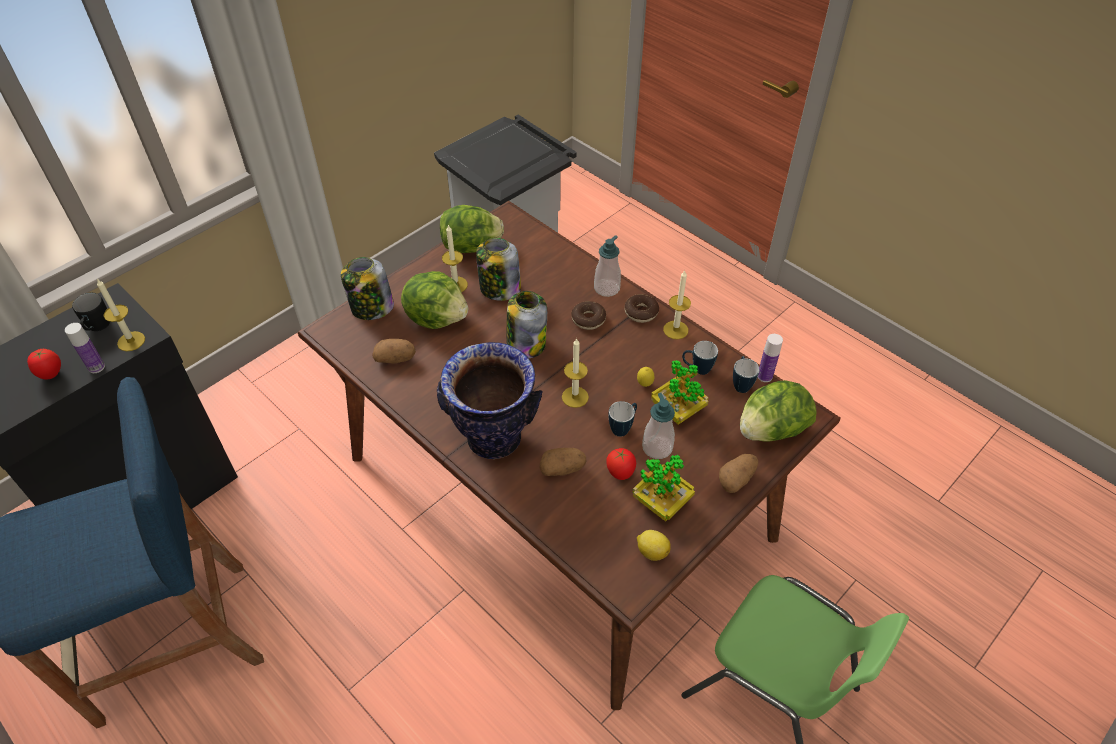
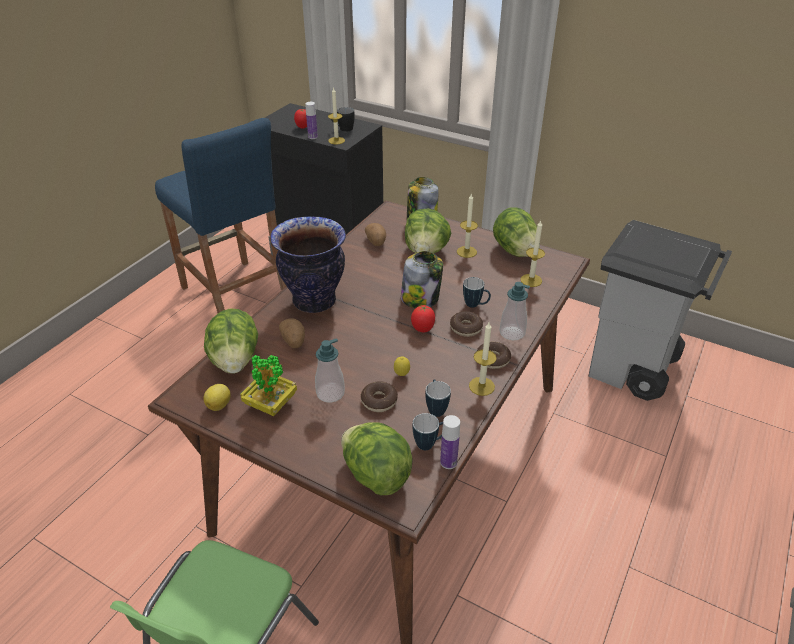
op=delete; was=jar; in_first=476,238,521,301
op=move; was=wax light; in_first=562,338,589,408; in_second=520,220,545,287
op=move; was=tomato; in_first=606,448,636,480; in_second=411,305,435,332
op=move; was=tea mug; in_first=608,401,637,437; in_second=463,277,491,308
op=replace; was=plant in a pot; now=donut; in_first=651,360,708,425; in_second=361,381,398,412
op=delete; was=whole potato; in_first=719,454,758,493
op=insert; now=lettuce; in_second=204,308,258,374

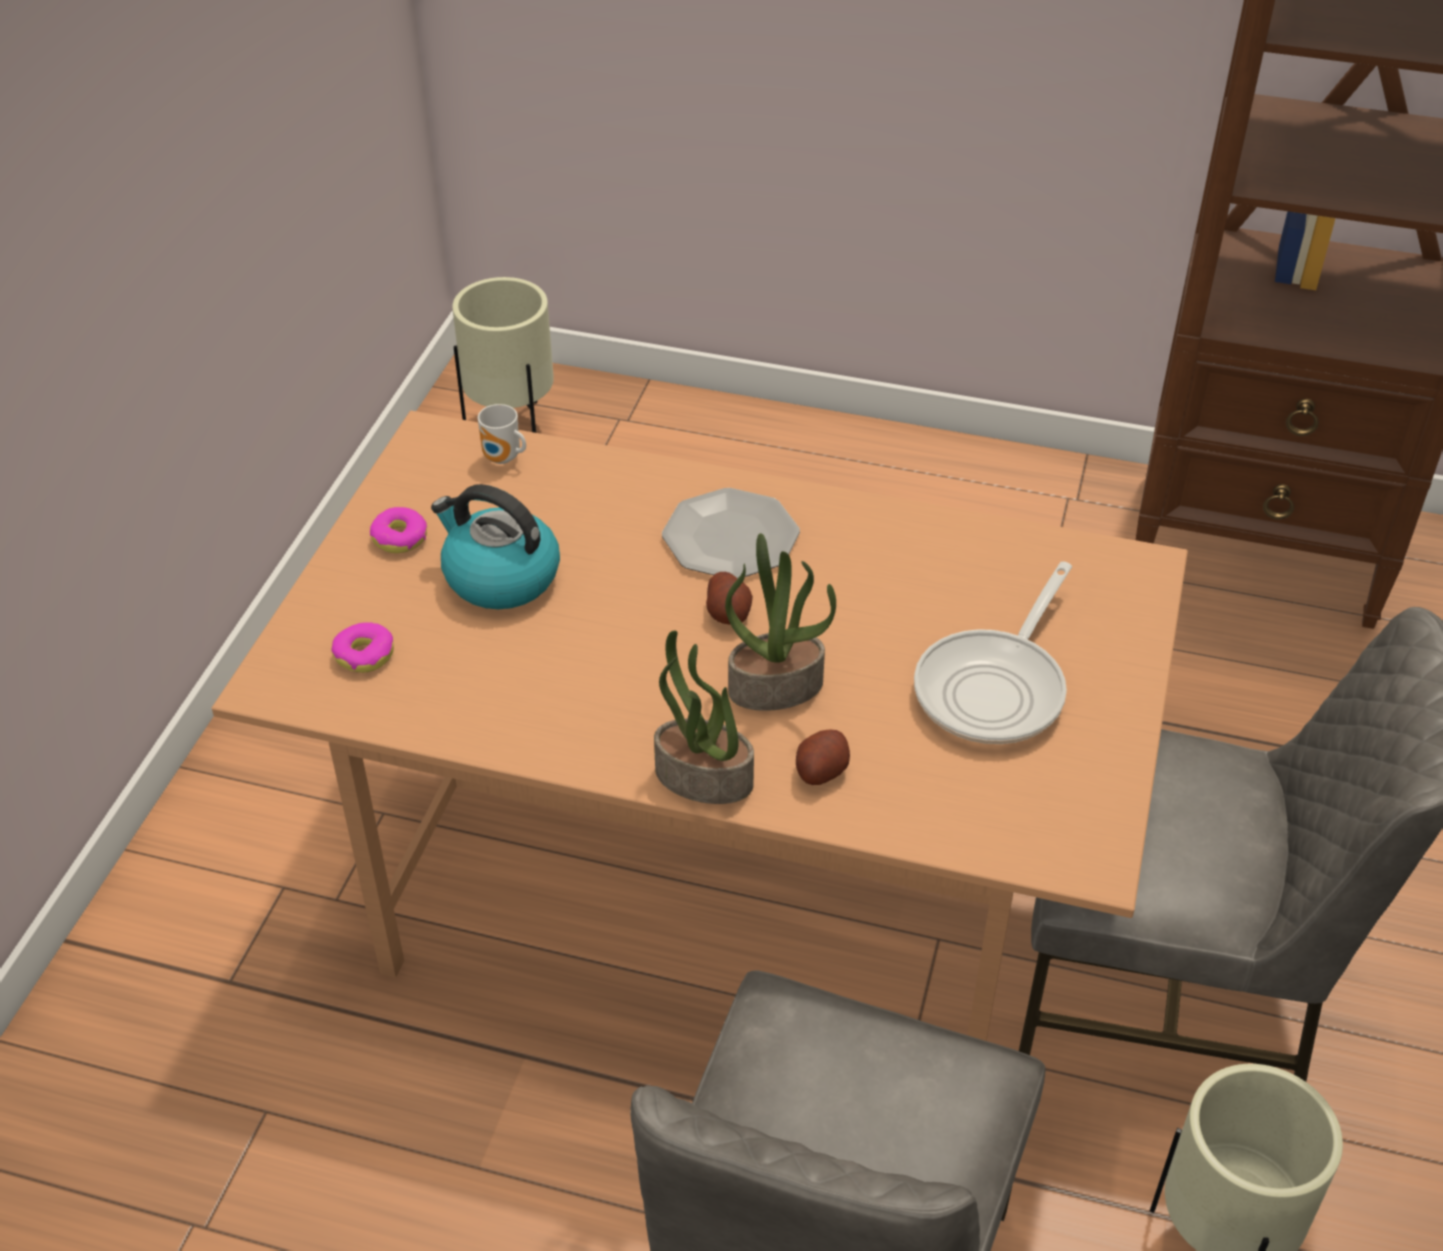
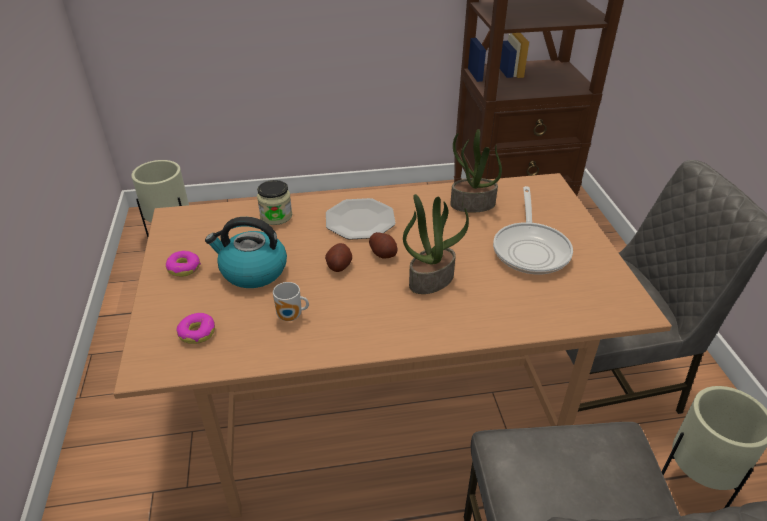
op=move; was=tea mug; in_first=478,404,526,464; in_second=273,282,309,321
op=move; was=plant in a pot; in_first=654,631,754,804; in_second=450,129,502,213
op=move; was=whole potato; in_first=796,729,850,785; in_second=325,243,352,272
op=insert; now=jar; in_second=257,180,292,225

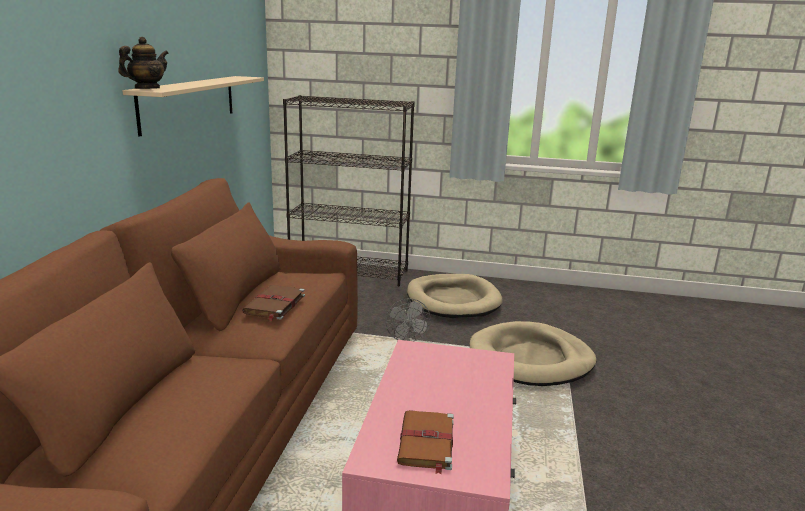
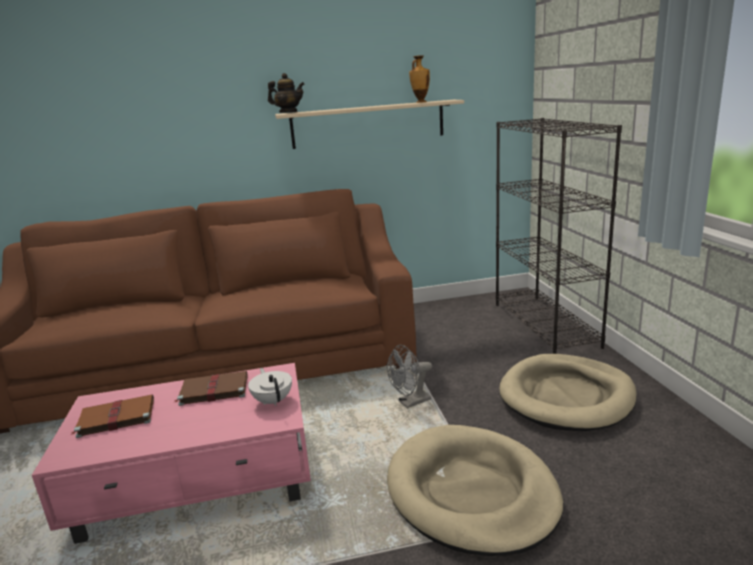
op=move; was=brownish bound book; in_first=242,285,305,321; in_second=173,371,248,406
op=insert; now=white-coloured pot for tea; in_second=248,368,292,406
op=insert; now=vase; in_second=409,55,430,103

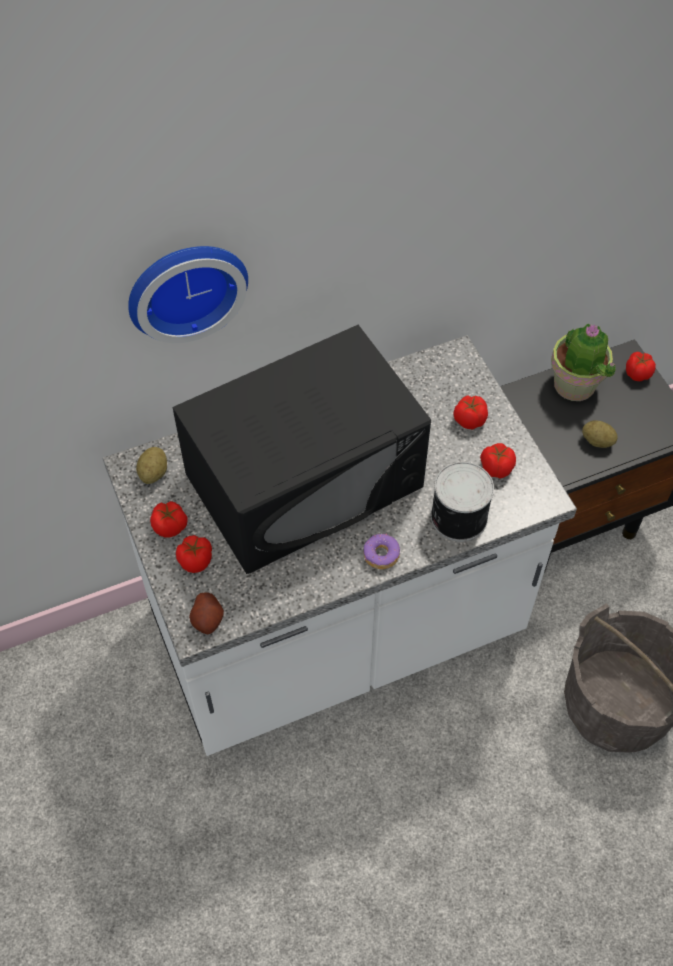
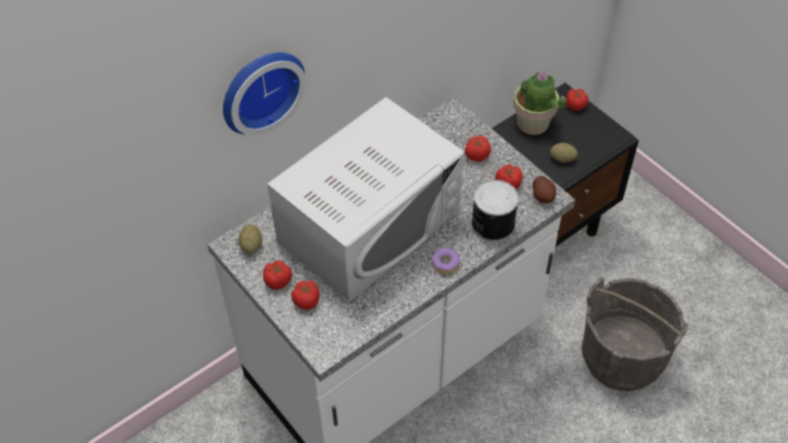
op=recolor; was=black-coloured microwave oven; now=white-coloured microwave oven; in_first=173,325,431,574; in_second=267,97,464,301
op=move; was=whole potato; in_first=189,593,224,635; in_second=533,176,556,203

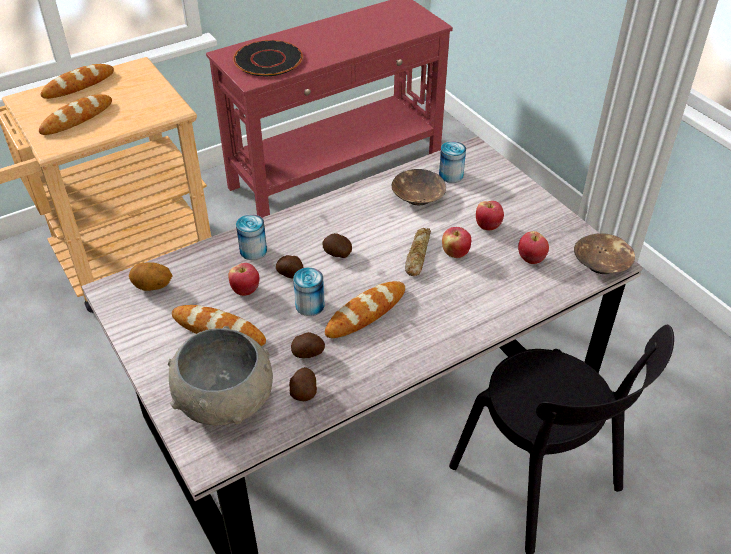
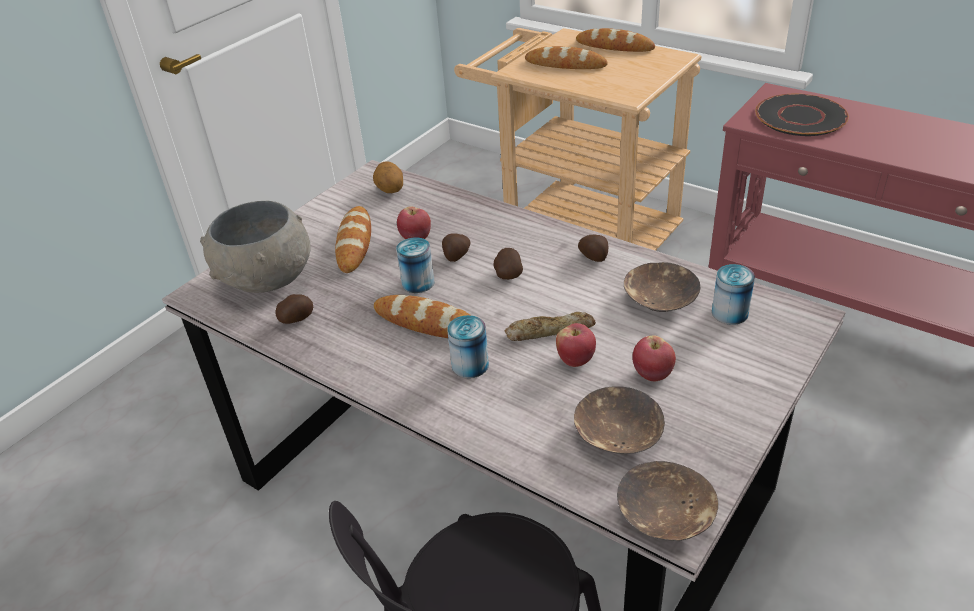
op=move; was=sealed can; in_first=236,214,267,260; in_second=447,315,489,378
op=move; was=whole potato; in_first=291,332,325,358; in_second=578,235,608,262
op=replace; was=whole apple; now=brownish deep dish; in_first=518,231,549,264; in_second=574,386,665,454

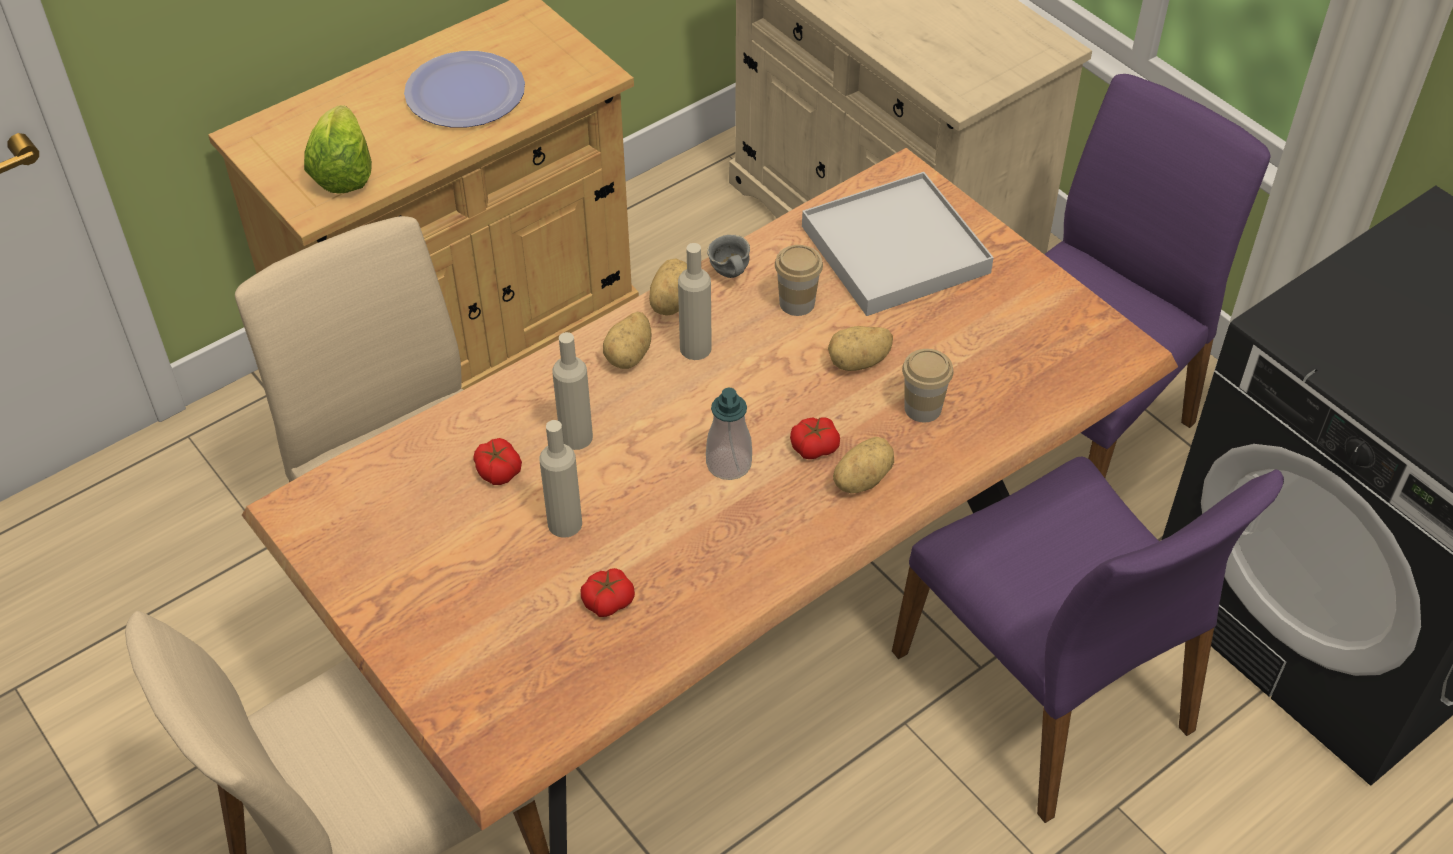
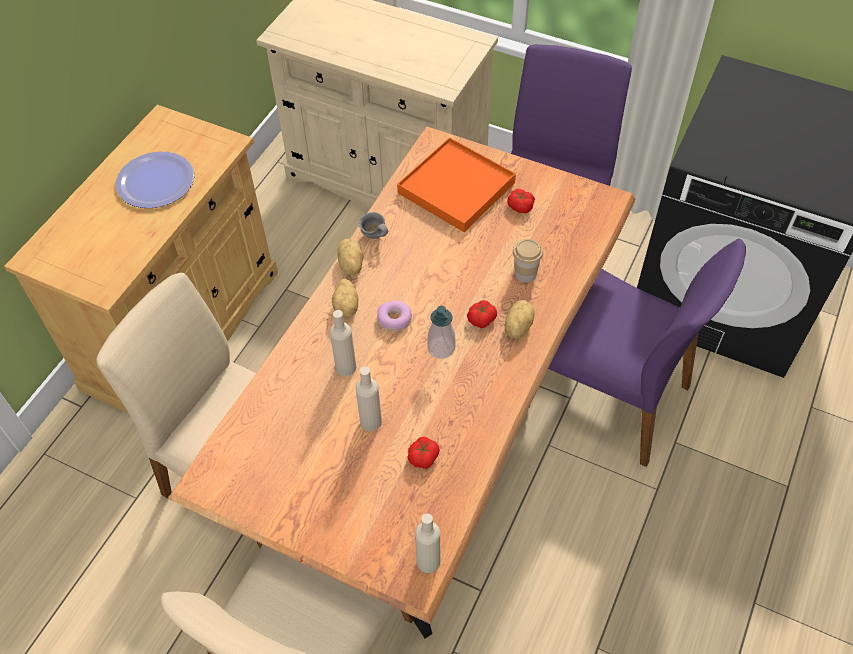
op=delete; was=lettuce; in_first=304,105,372,194
op=move; was=tomato; in_first=473,438,522,485; in_second=507,189,535,213
op=move; was=beige bottle; in_first=678,243,712,360; in_second=415,513,440,573
op=delete; was=drinking cup; in_first=775,245,823,316
op=recolor; was=white-coloured serving tray; now=orange serving tray; in_first=802,172,994,316; in_second=397,137,516,232
op=delete; was=whole potato; in_first=828,326,893,371
op=insert; now=donut; in_second=377,301,412,332

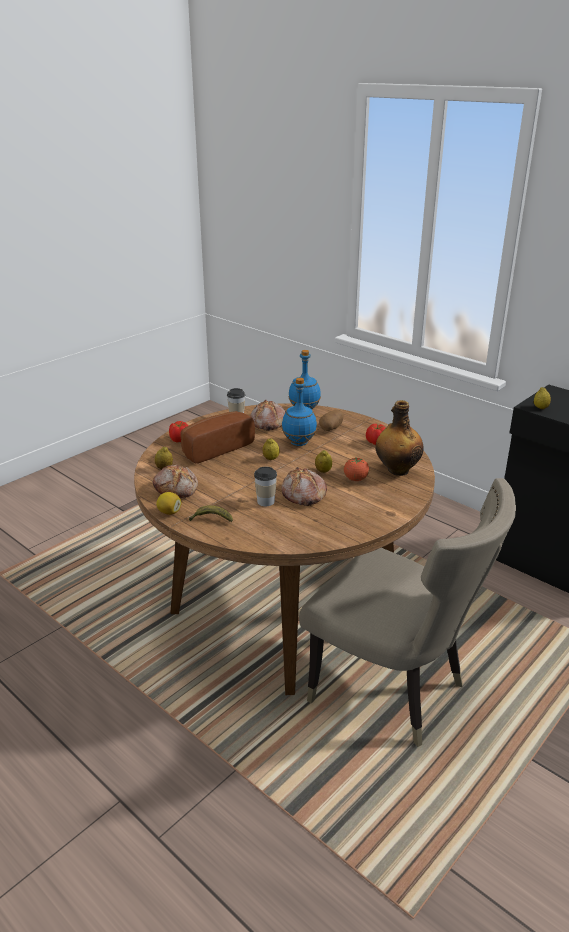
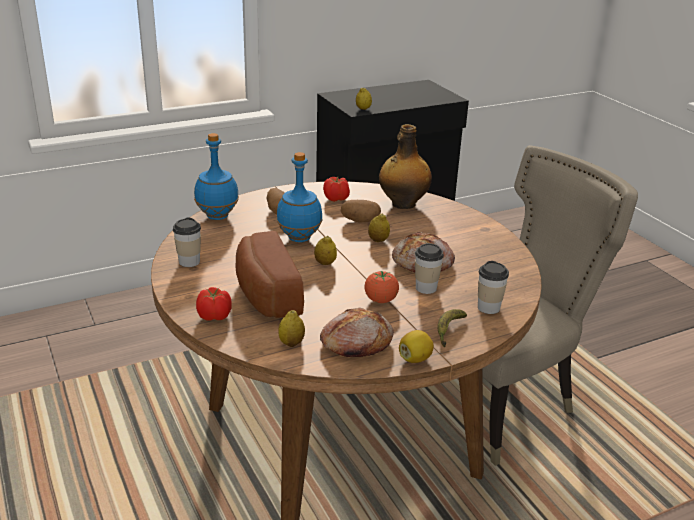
op=delete; was=bakery bread; in_first=250,400,286,431
op=move; was=tomato; in_first=344,458,369,481; in_second=364,271,399,303
op=insert; now=whole potato; in_second=341,200,381,223
op=insert; now=drinking cup; in_second=478,261,509,314

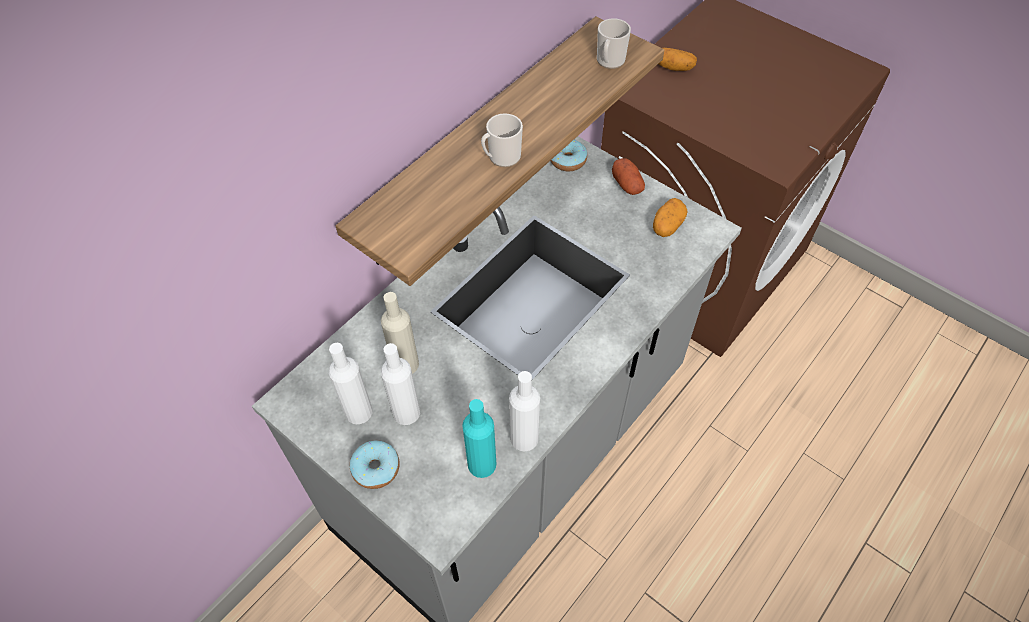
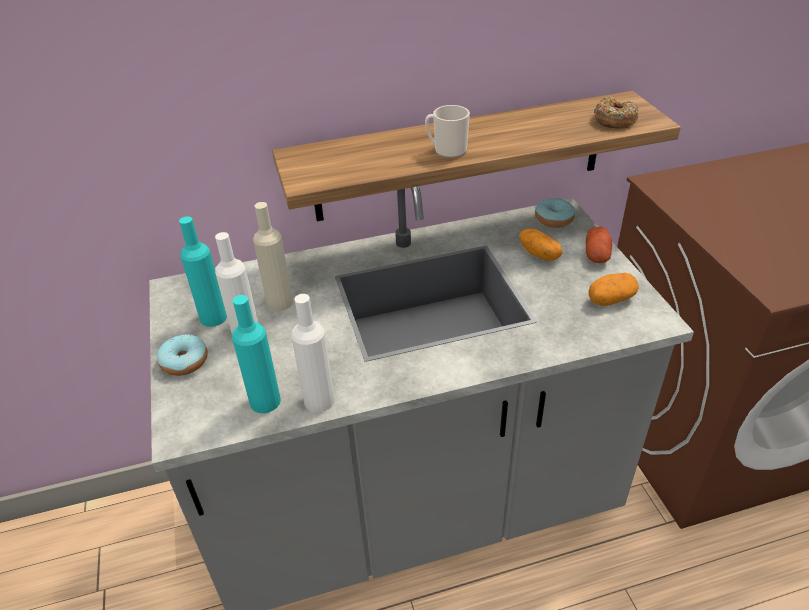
op=recolor; was=white-coloured bottle; now=turquoise bottle; in_first=329,343,373,424; in_second=179,216,227,327
op=replace; was=tea mug; now=donut; in_first=597,19,631,69; in_second=594,97,638,129
op=move; was=whole potato; in_first=659,48,697,71; in_second=519,228,563,261

